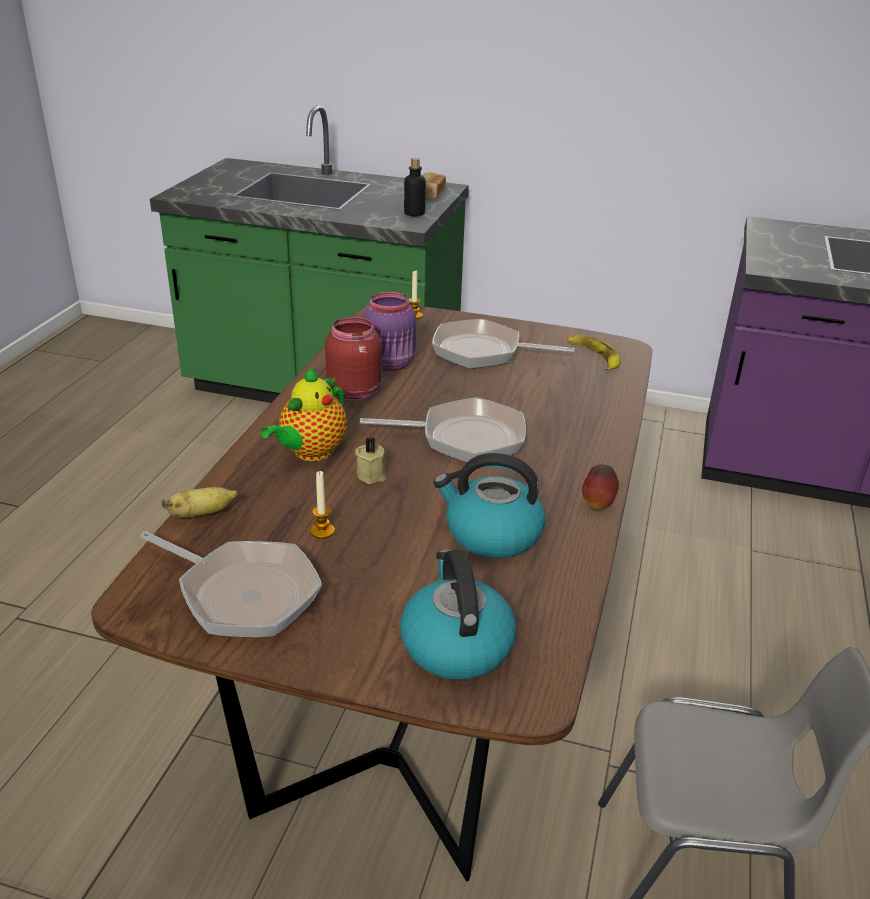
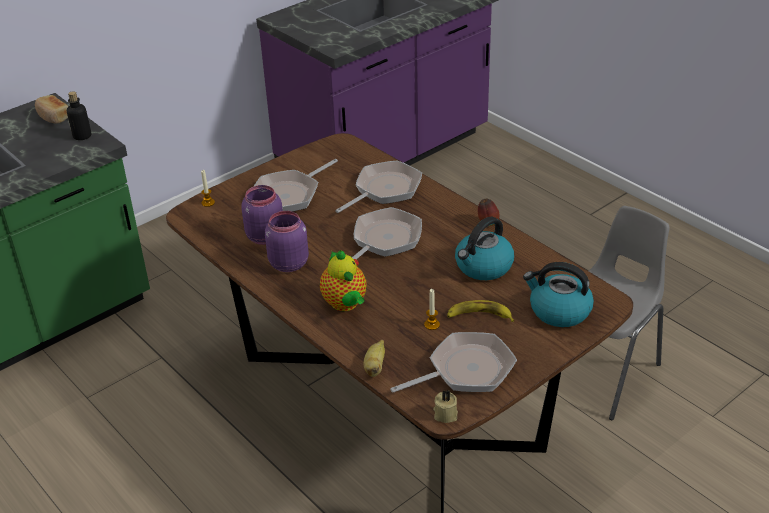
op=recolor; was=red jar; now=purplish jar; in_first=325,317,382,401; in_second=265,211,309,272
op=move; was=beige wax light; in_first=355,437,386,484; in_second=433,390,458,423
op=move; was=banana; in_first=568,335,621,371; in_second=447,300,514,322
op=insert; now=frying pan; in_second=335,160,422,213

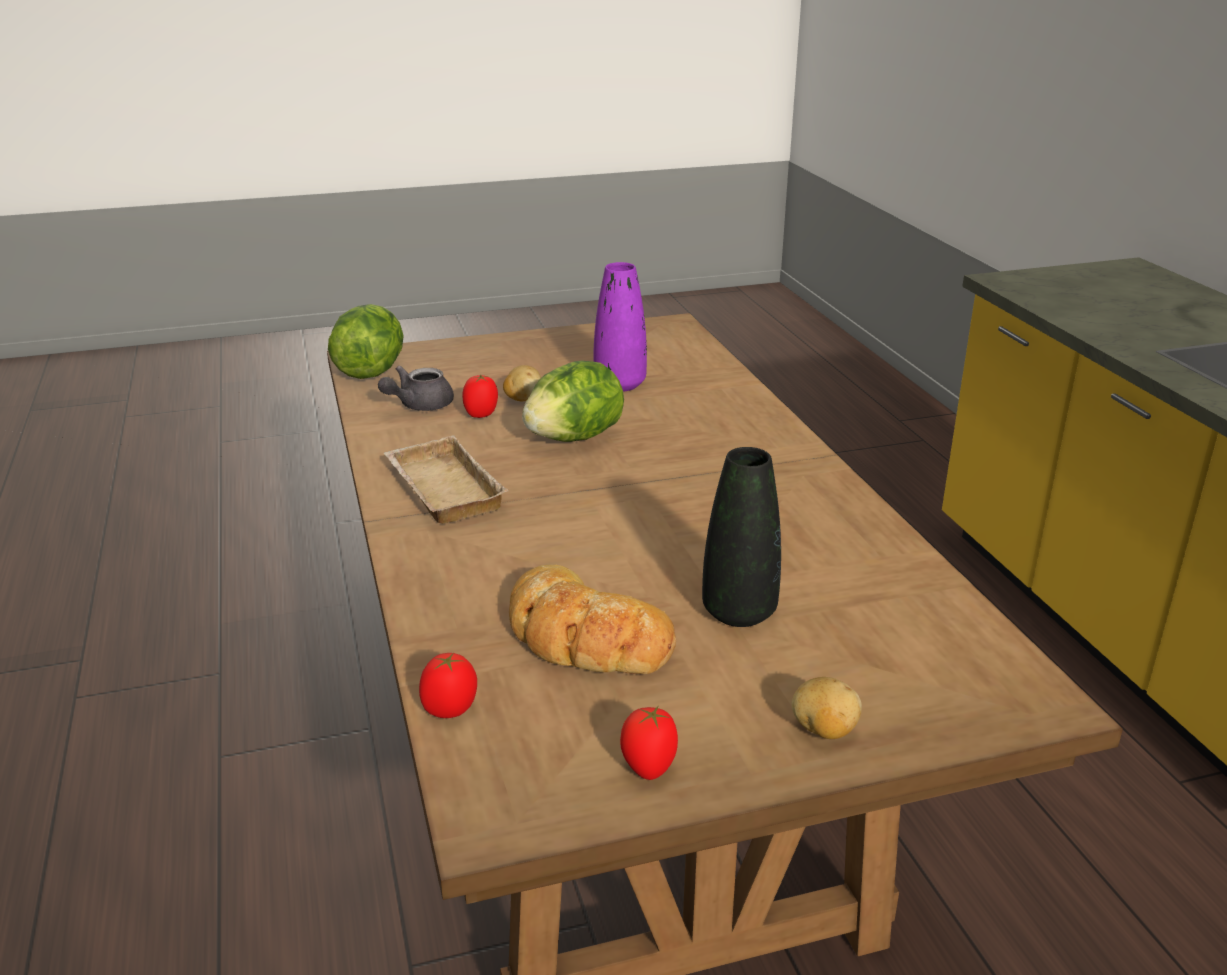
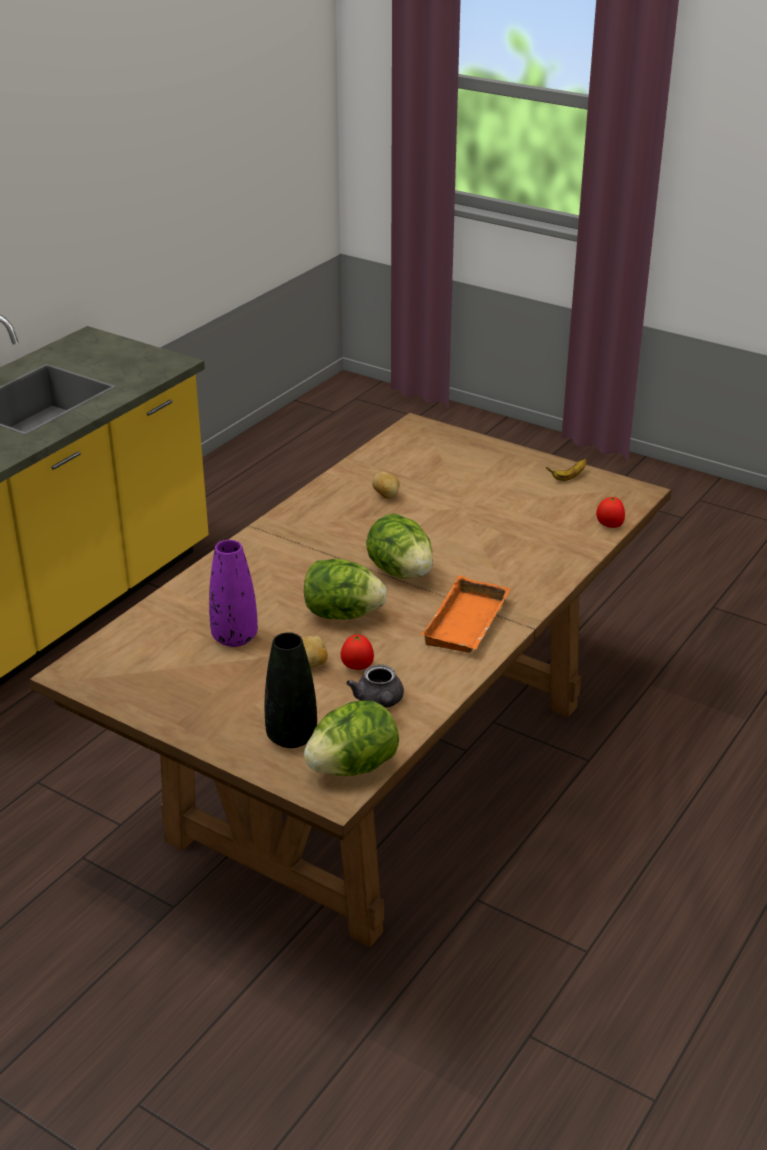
op=rotate; was=grey pot for tea; in_first=378,366,454,411; in_second=346,665,404,708; clockwise=75
op=recolor; was=beige serving tray; now=orange serving tray; in_first=383,435,509,524; in_second=421,575,511,653
op=delete; was=bakery bread; in_first=509,565,676,674
op=replace; was=tomato; now=banana; in_first=620,706,678,780; in_second=546,459,587,481
op=move; was=black-coloured vase; in_first=702,447,781,627; in_second=265,632,317,748
op=move; was=whole potato; in_first=792,677,862,739; in_second=372,472,400,499
op=insert; now=lettuce; in_second=366,513,433,578

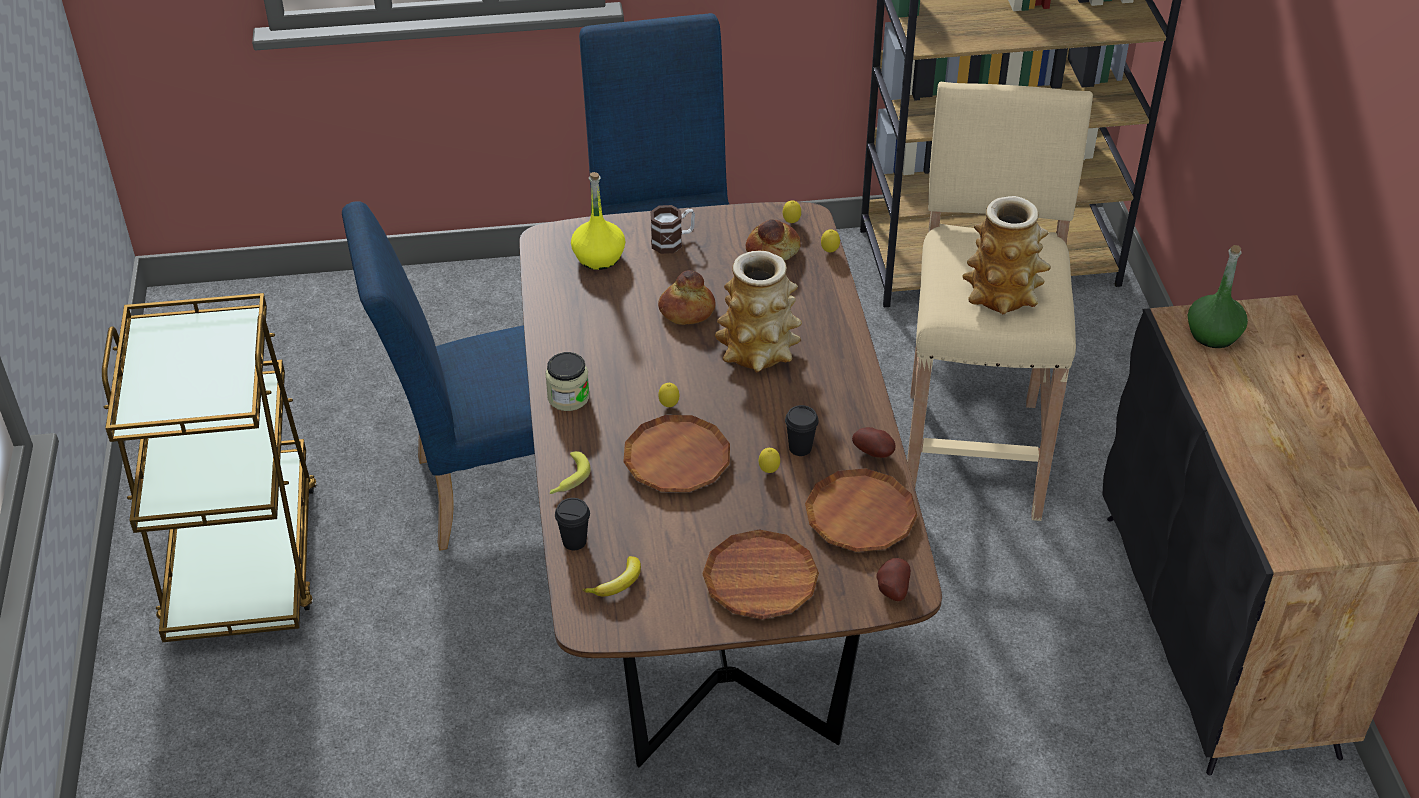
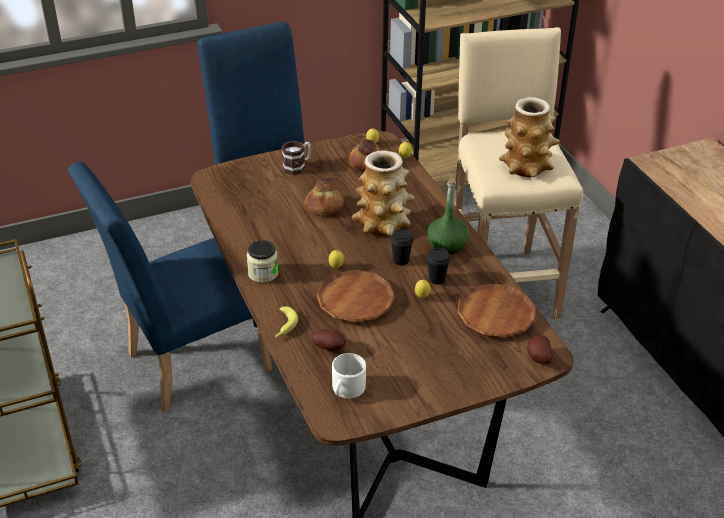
op=move; was=black-coloured drinking cup; in_first=555,498,590,550; in_second=390,229,414,266
op=delete; was=yellowish bottle; in_first=571,172,625,270
op=replace; was=banana; now=white-coloured tea mug; in_first=582,556,641,597; in_second=332,353,366,398
op=delete; was=brownish flat dish; in_first=702,530,819,619
op=move; was=whole potato; in_first=852,427,896,458; in_second=312,329,346,351
op=move; was=green-coloured bottle; in_first=1188,245,1248,348; in_second=427,179,469,254

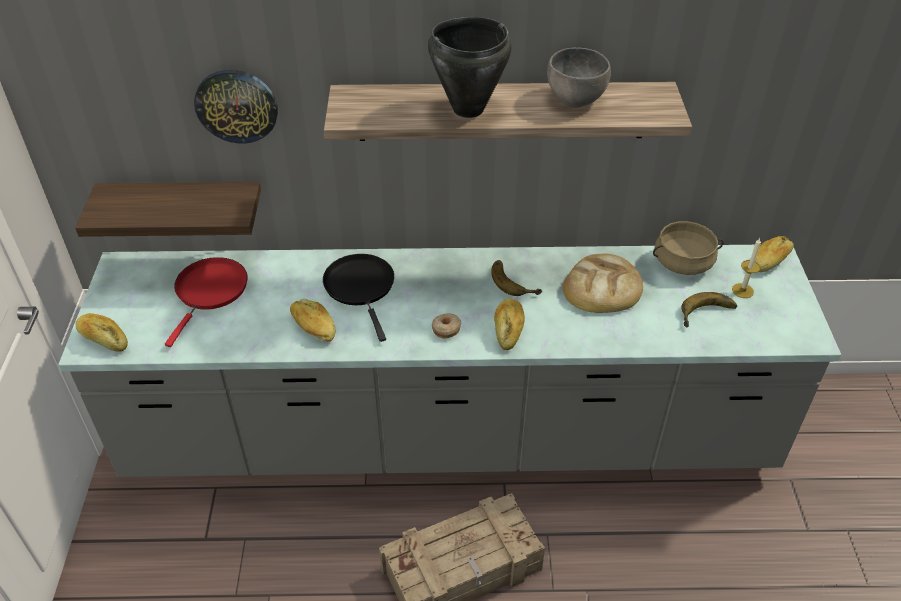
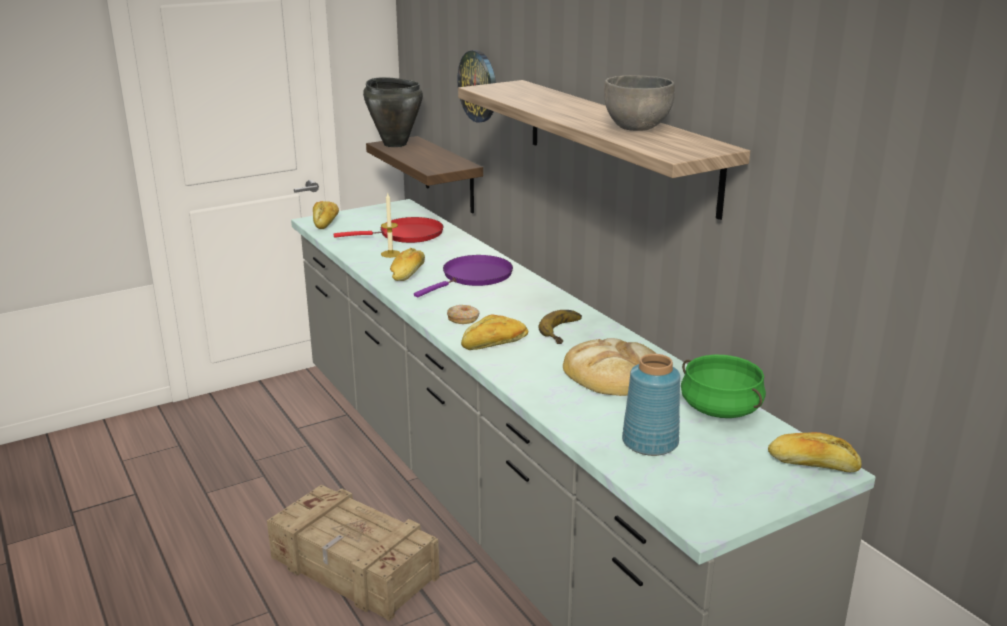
op=recolor; was=black-coloured frying pan; now=purplish frying pan; in_first=323,254,394,342; in_second=414,255,513,297
op=move; was=black-coloured saucepot; in_first=428,17,512,118; in_second=363,77,423,147
op=recolor; was=beige saucepot; now=green-coloured saucepot; in_first=653,221,724,275; in_second=681,354,766,418
op=replace; was=banana; now=blue vase; in_first=681,292,737,327; in_second=622,354,680,456
op=move; was=wax light; in_first=732,238,761,298; in_second=381,193,401,258

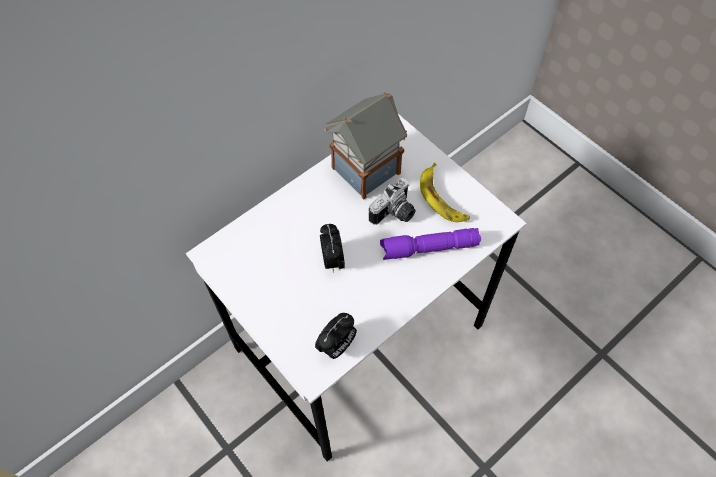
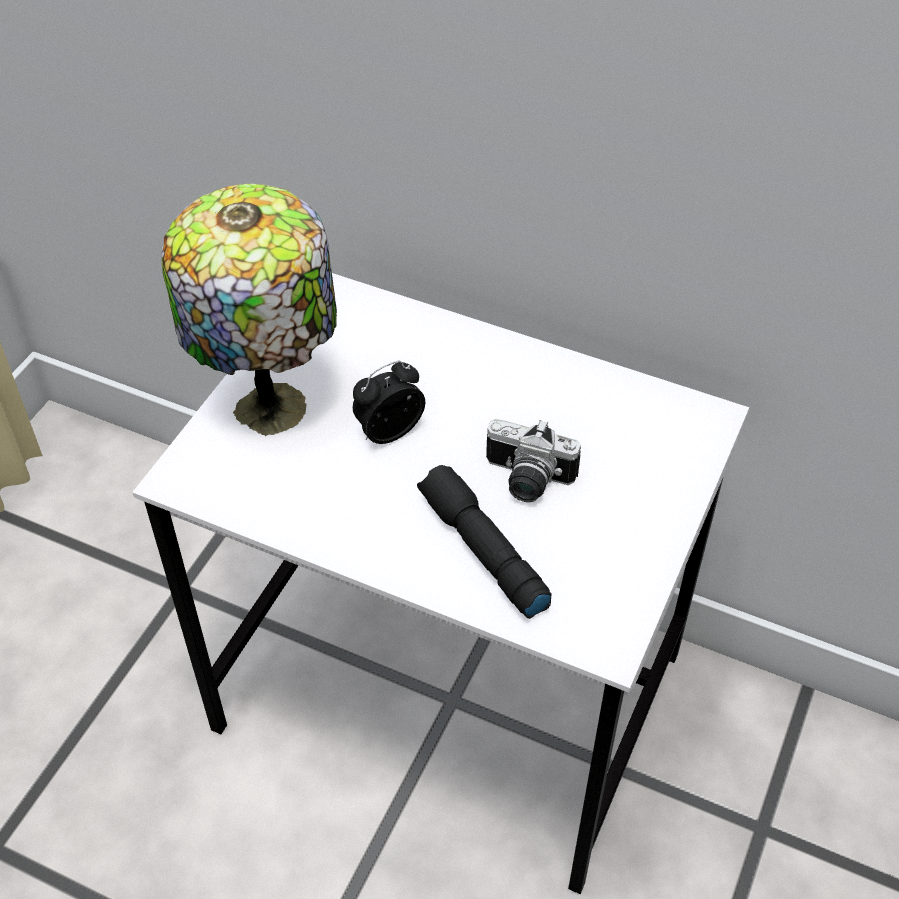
op=delete; was=bedside clock; in_first=315,313,357,359
op=delete; was=miniature house; in_first=324,92,407,200
op=recolor; was=purplish hand torch; now=black-coloured hand torch; in_first=380,228,481,260; in_second=417,465,552,619
op=delete; was=banana; in_first=420,163,470,222
op=insert; now=lamp for a table; in_second=161,184,337,436

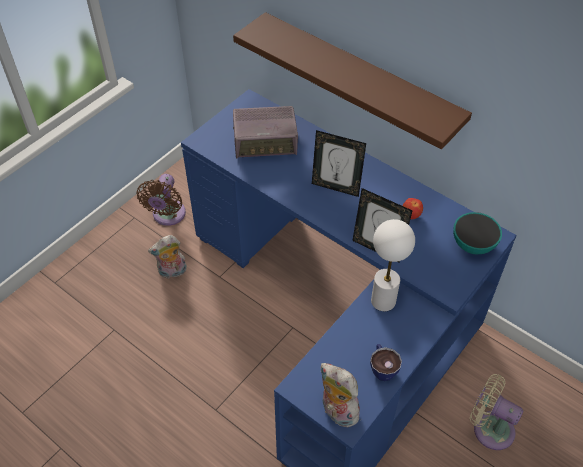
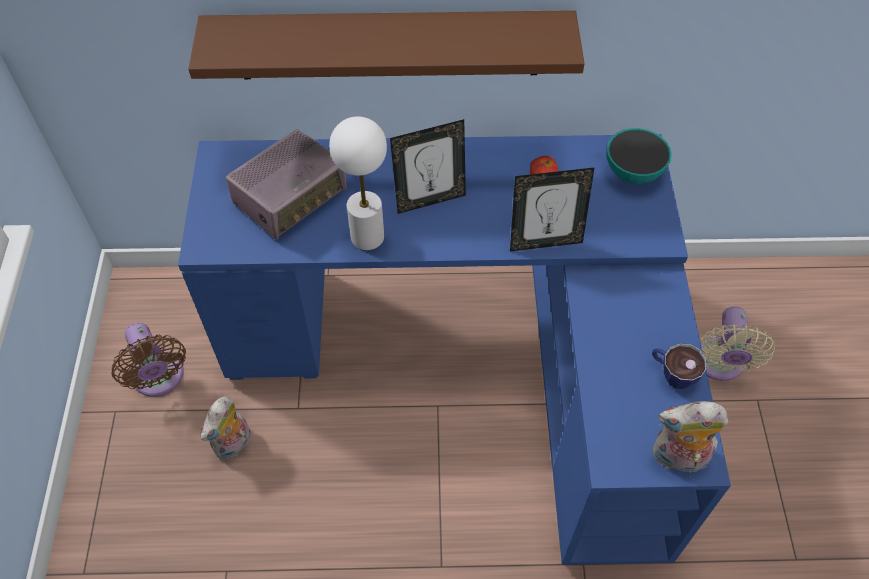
op=move; was=white-coloured lamp for a table; in_first=371,219,415,311; in_second=329,116,387,250
op=rotate; was=beige cooling fan; in_first=470,374,523,450; in_second=700,307,775,381; clockwise=-75

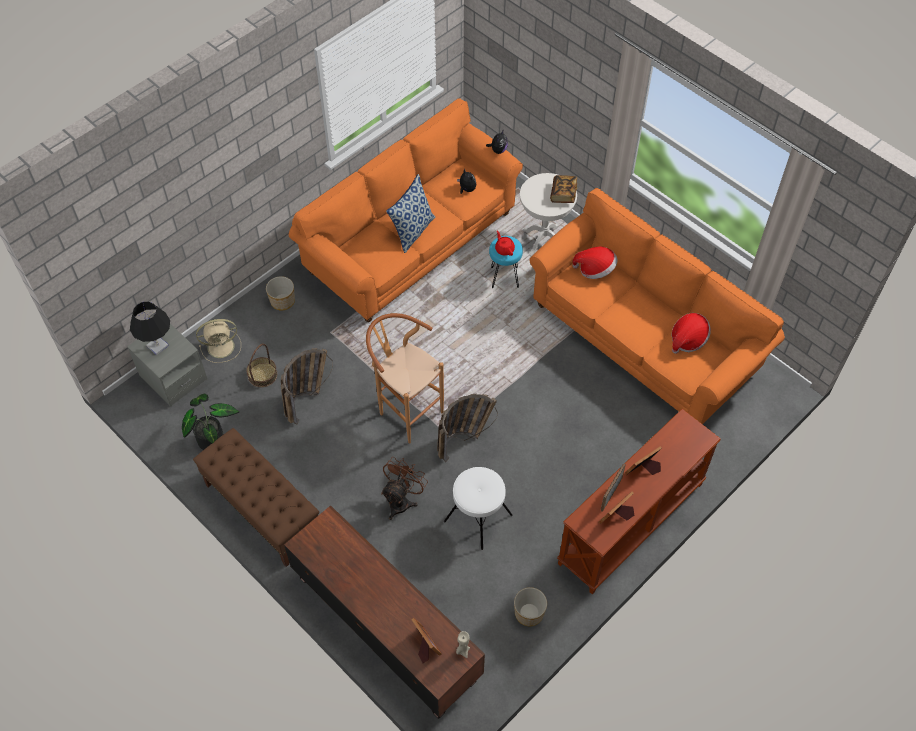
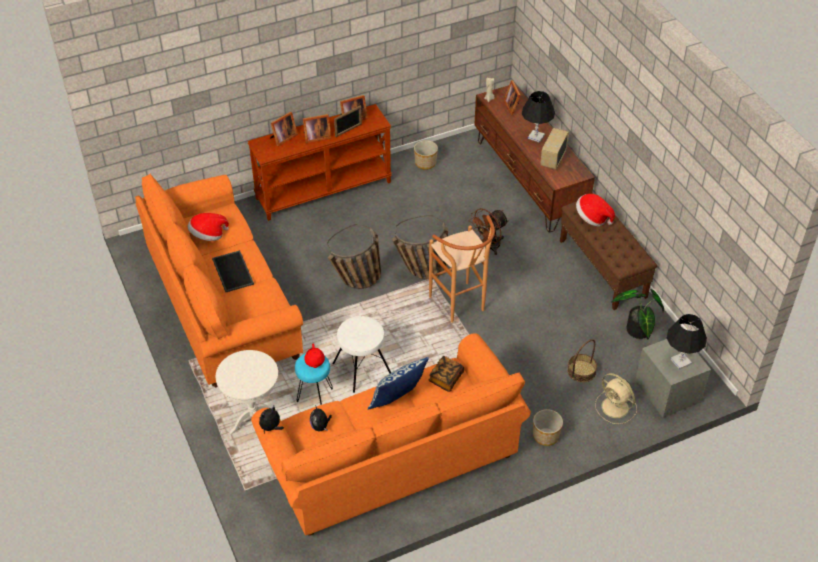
op=rotate; was=beige cooling fan; in_first=196,319,241,363; in_second=595,373,637,424; clockwise=-135
op=move; was=household basket; in_first=281,348,333,425; in_second=327,224,381,289
op=move; was=white-coloured sitting stool; in_first=444,467,513,550; in_second=332,316,391,393
op=move; was=bound book; in_first=550,175,577,203; in_second=428,356,464,392
op=move; was=hat; in_first=573,247,617,279; in_second=576,194,615,226
op=insert; now=serving tray; in_second=212,250,254,292
op=insert; now=picture frame; in_second=270,112,298,146
op=insert; now=black-coloured lamp for a table; in_second=521,91,555,143
op=insert; now=radio set; in_second=540,128,569,169

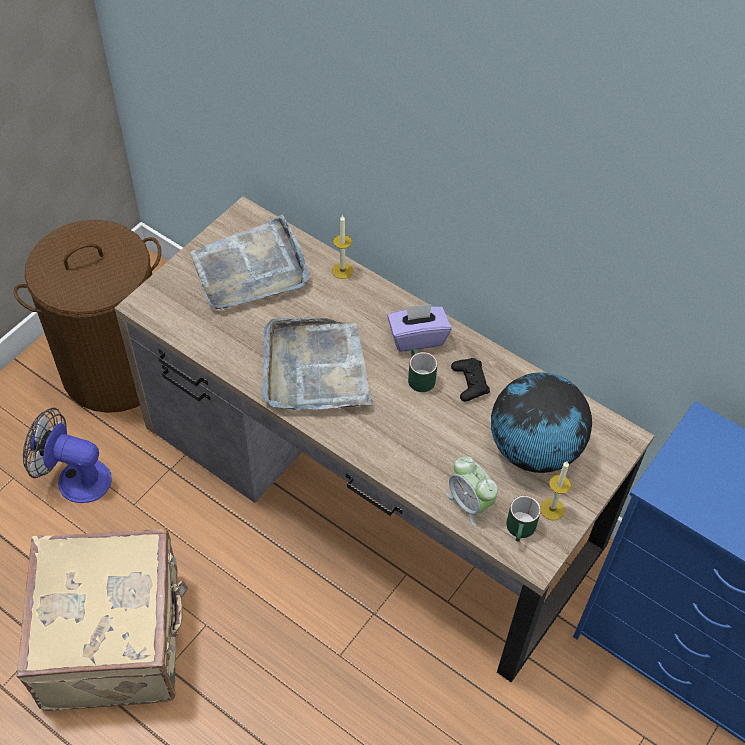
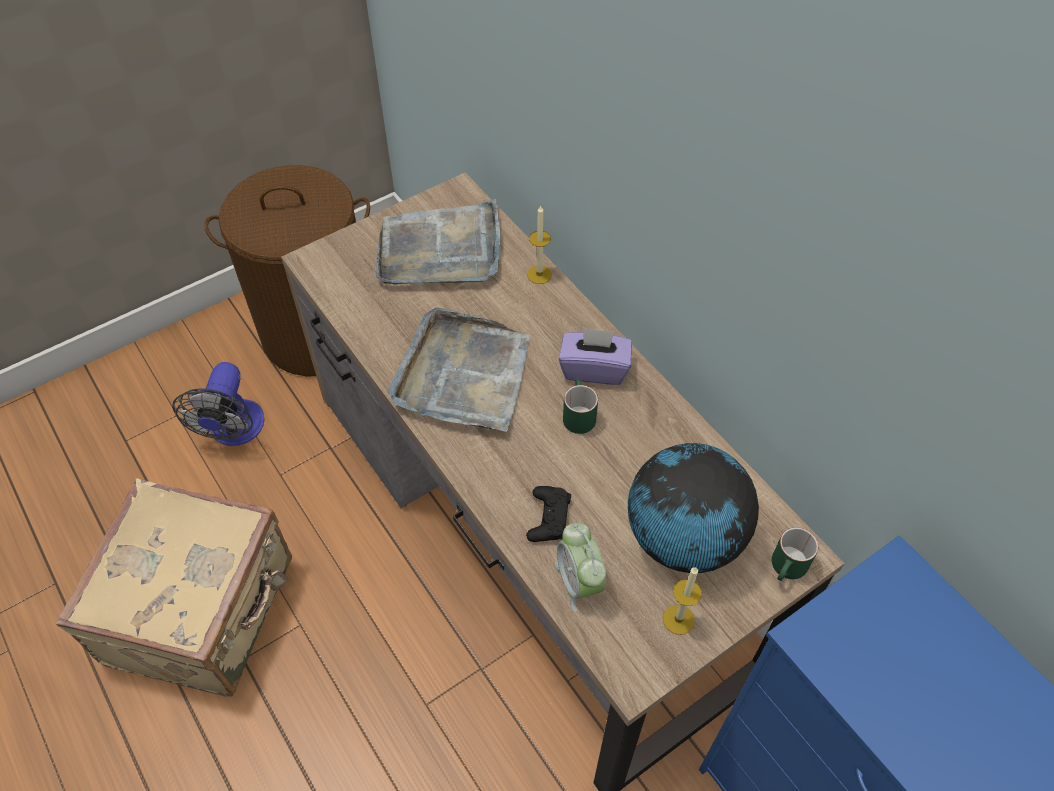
op=rotate; was=cooling fan; in_first=23,408,112,503; in_second=172,362,264,446; clockwise=-120
op=move; was=black-coloured gamepad; in_first=451,358,490,401; in_second=526,486,571,542
op=move; was=green-coloured tea mug; in_first=506,496,541,542; in_second=772,527,818,581

